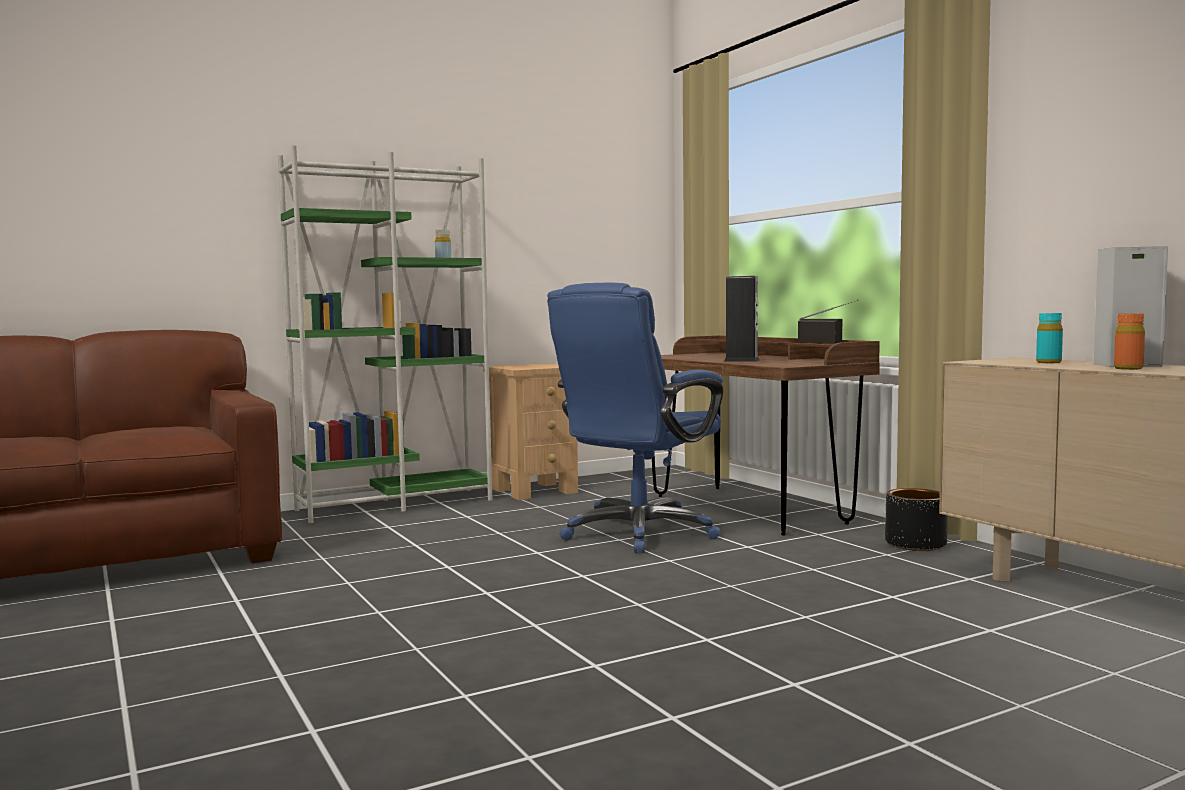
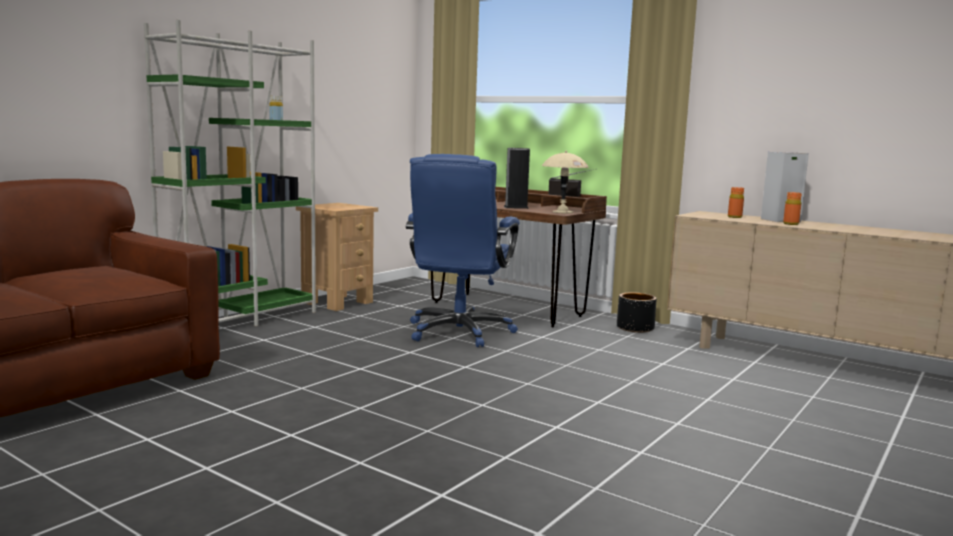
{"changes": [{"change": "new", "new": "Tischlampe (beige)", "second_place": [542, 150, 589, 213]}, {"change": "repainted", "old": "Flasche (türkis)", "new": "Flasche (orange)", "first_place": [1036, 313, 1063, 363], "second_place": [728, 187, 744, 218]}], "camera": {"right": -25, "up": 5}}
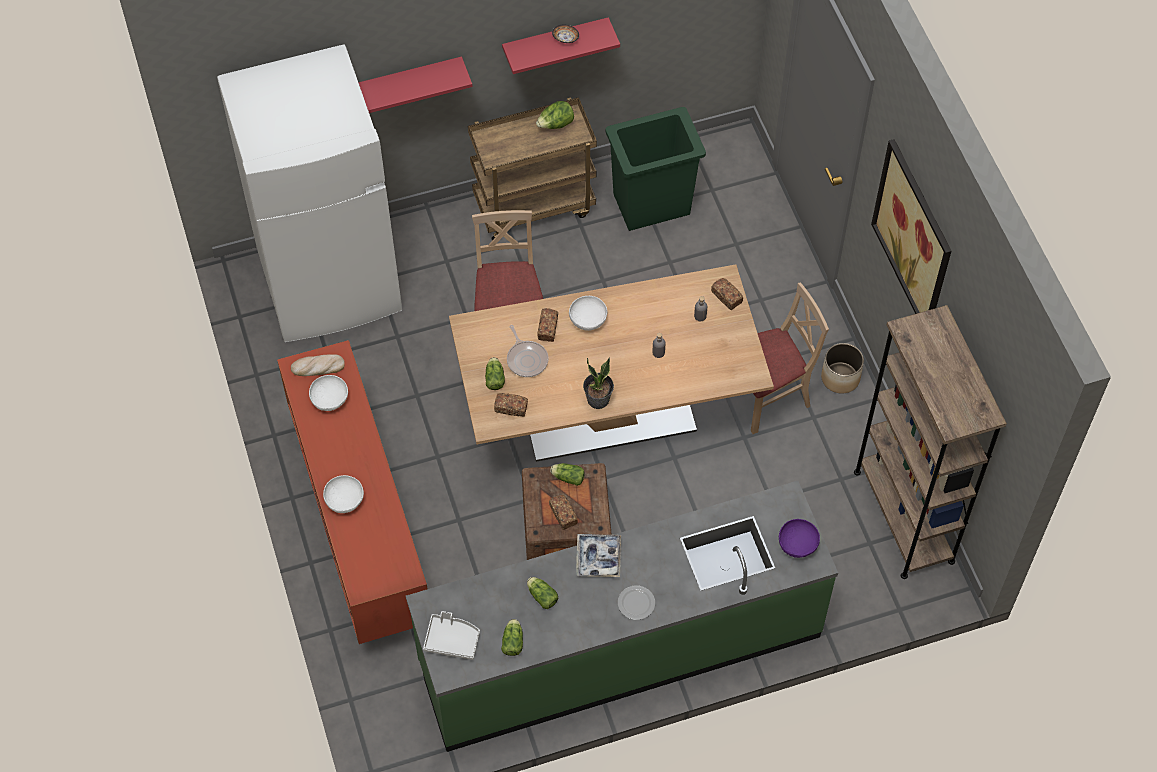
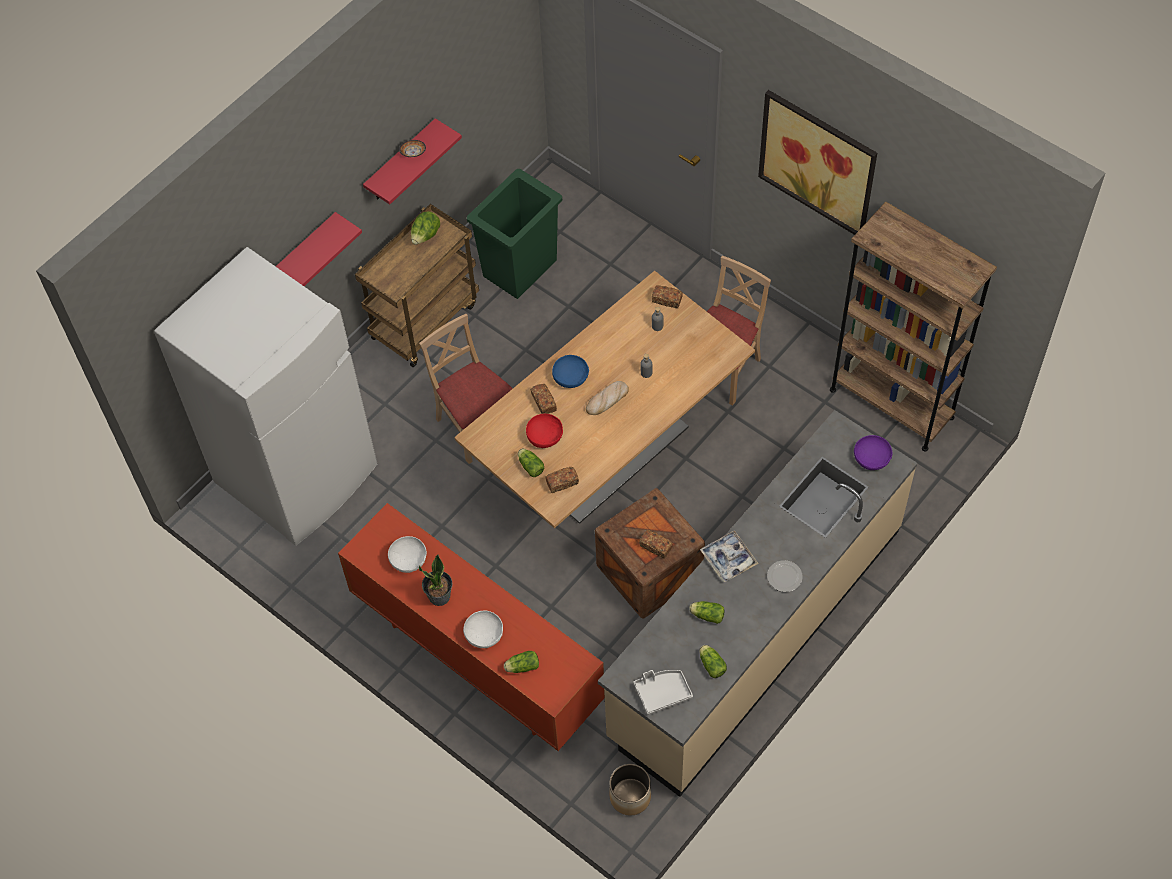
{"changes": [{"change": "shifted", "old": "Brot", "first_place": [291, 354, 345, 376], "second_place": [586, 381, 629, 415]}, {"change": "shifted", "old": "Salatkopf", "first_place": [550, 463, 585, 486], "second_place": [504, 651, 539, 673]}, {"change": "shifted", "old": "Topfpflanze", "first_place": [583, 358, 614, 409], "second_place": [419, 554, 453, 606]}, {"change": "shifted", "old": "Pflanzkübel", "first_place": [821, 343, 864, 394], "second_place": [609, 764, 651, 816]}, {"change": "swapped", "old": "Pfanne", "new": "Schüssel (rot)", "first_place": [507, 325, 549, 377], "second_place": [526, 414, 563, 448]}, {"change": "repainted", "old": "Küchenzeile (grün)", "new": "Küchenzeile (beige)", "first_place": [406, 481, 838, 752], "second_place": [598, 410, 917, 797]}, {"change": "repainted", "old": "Schüssel (weiß)", "new": "Schüssel (blau)", "first_place": [569, 296, 607, 331], "second_place": [552, 355, 589, 388]}], "camera": {"right": -30, "up": 0}}
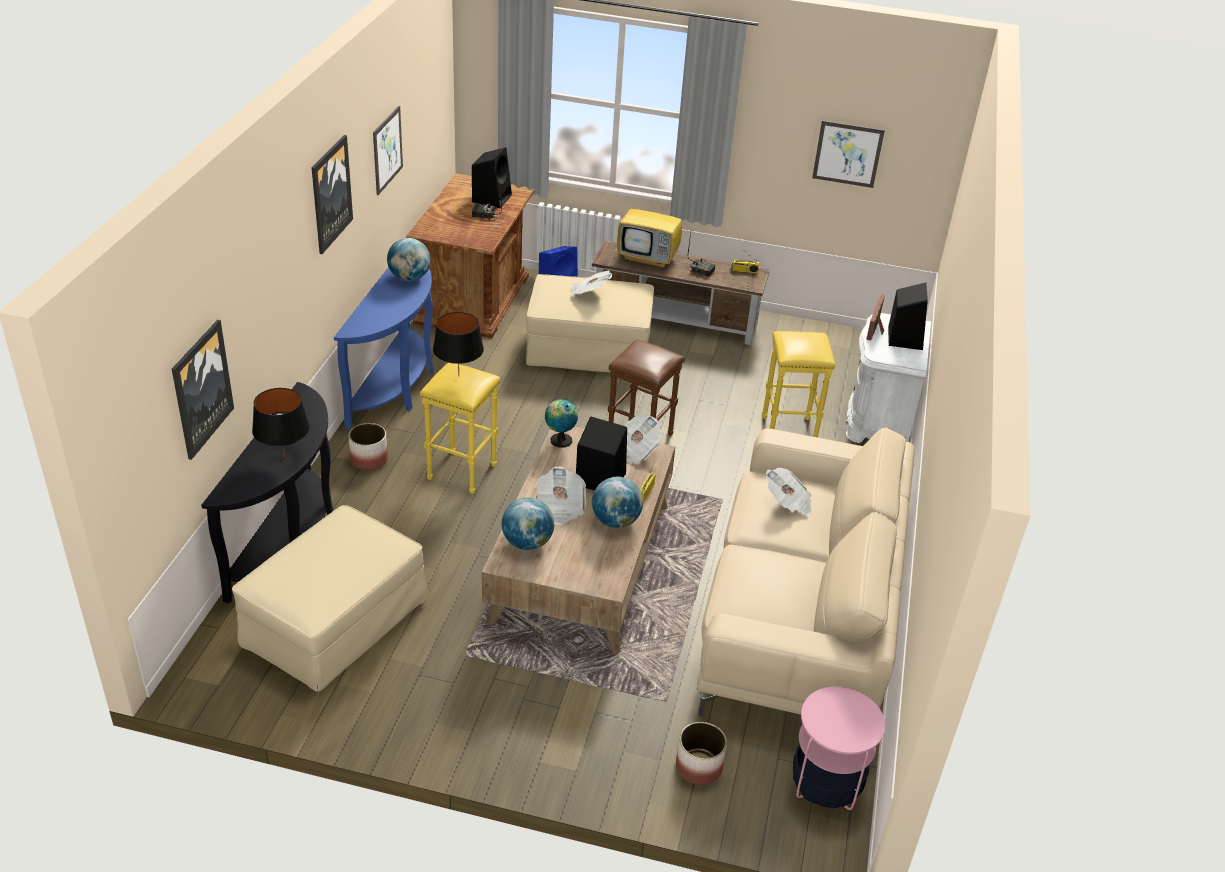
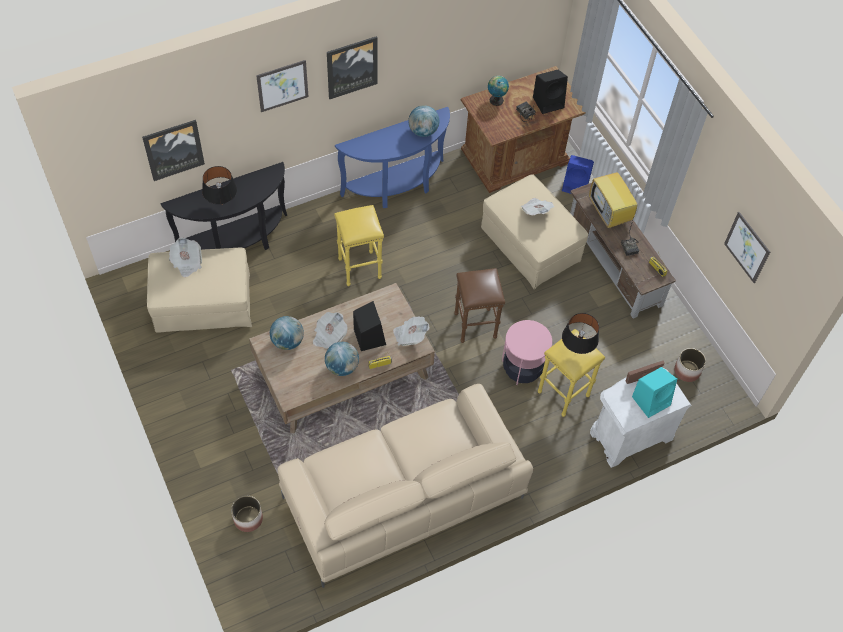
{"changes": [{"change": "shifted", "old": "Pflanzkübel", "first_place": [348, 423, 388, 470], "second_place": [674, 348, 706, 382]}, {"change": "shifted", "old": "Bild", "first_place": [373, 106, 403, 195], "second_place": [256, 60, 308, 112]}, {"change": "shifted", "old": "Tischlampe (schwarz)", "first_place": [433, 312, 484, 377], "second_place": [562, 313, 599, 354]}, {"change": "shifted", "old": "Globus", "first_place": [545, 399, 578, 448], "second_place": [488, 76, 509, 106]}, {"change": "shifted", "old": "Zeitung", "first_place": [766, 468, 812, 516], "second_place": [169, 237, 202, 277]}, {"change": "shifted", "old": "Beistelltisch (rosa)", "first_place": [793, 687, 885, 810], "second_place": [502, 320, 552, 385]}, {"change": "repainted", "old": "Lautsprecher (schwarz)", "new": "Lautsprecher (türkis)", "first_place": [888, 282, 928, 350], "second_place": [632, 367, 677, 418]}], "camera": {"right": 50, "up": 20}}
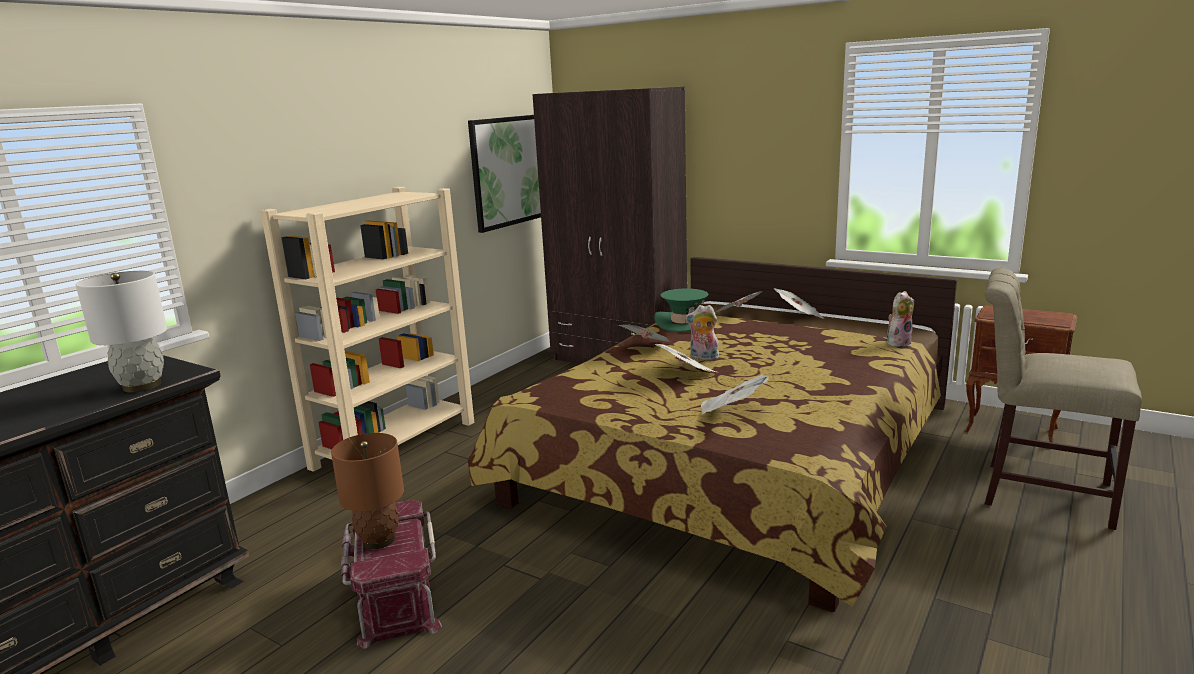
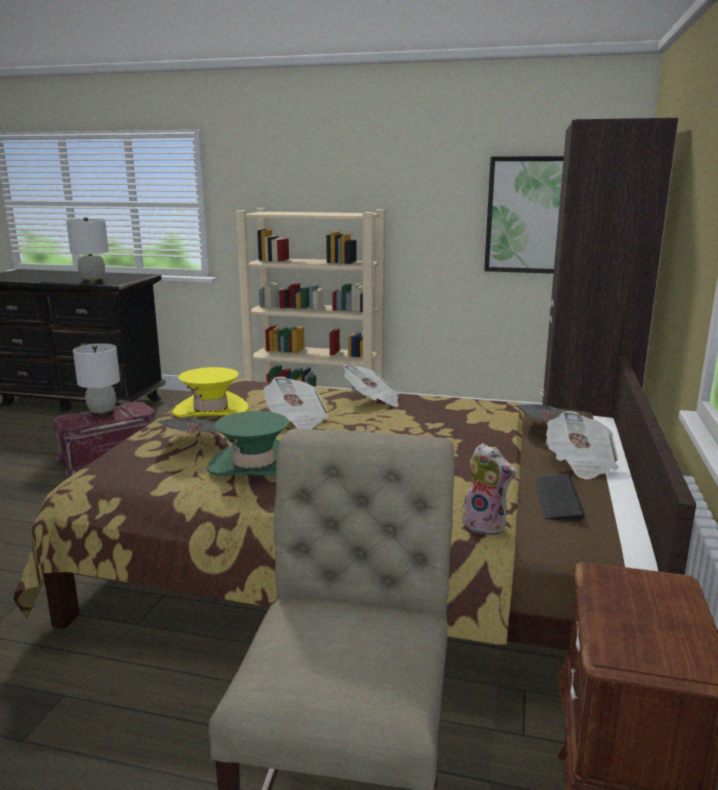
{"changes": [{"change": "gone", "old": "Plüschtier", "first_place": [685, 305, 719, 360]}, {"change": "new", "new": "Hut (gelb)", "second_place": [173, 367, 249, 417]}, {"change": "new", "new": "Tastatur", "second_place": [535, 474, 585, 521]}, {"change": "shifted", "old": "Hut (grün)", "first_place": [654, 289, 708, 332], "second_place": [207, 411, 289, 476]}, {"change": "repainted", "old": "Tischlampe (braun)", "new": "Tischlampe (weiß)", "first_place": [331, 433, 404, 549], "second_place": [73, 343, 120, 417]}], "camera": {"right": 70, "up": 0}}
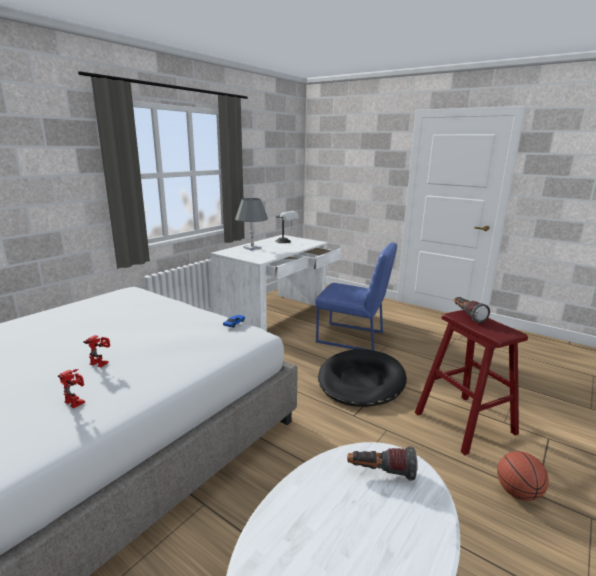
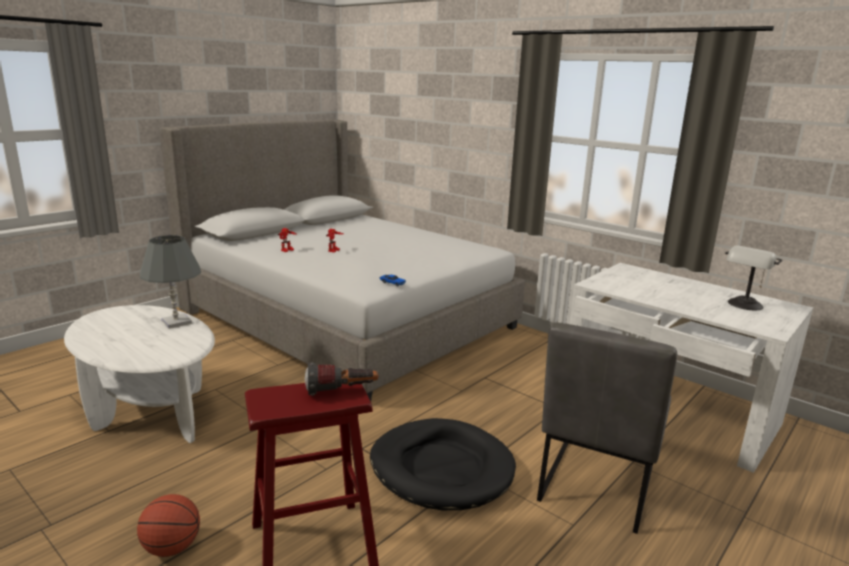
{"changes": [{"change": "gone", "old": "Taschenlampe", "first_place": [347, 446, 418, 481]}, {"change": "shifted", "old": "Tischlampe (grau)", "first_place": [235, 198, 268, 251], "second_place": [140, 235, 201, 329]}, {"change": "repainted", "old": "Stuhl (blau)", "new": "Stuhl (grau)", "first_place": [315, 242, 397, 351], "second_place": [537, 323, 677, 534]}], "camera": {"right": 95, "up": 0}}
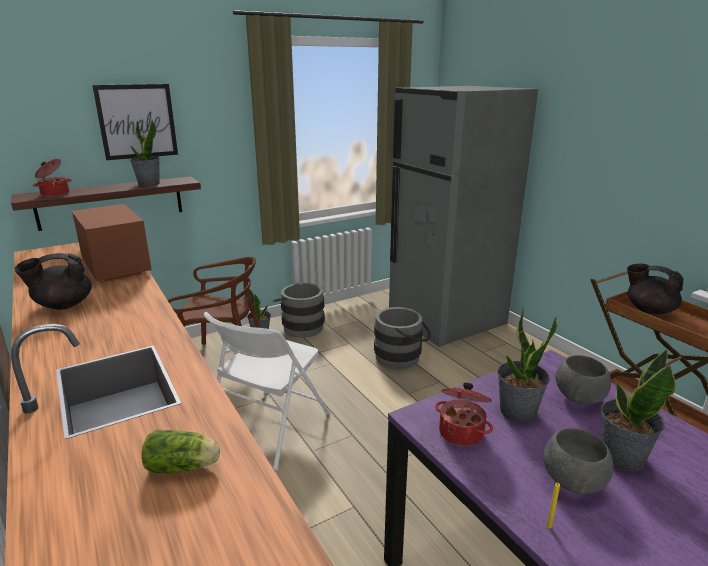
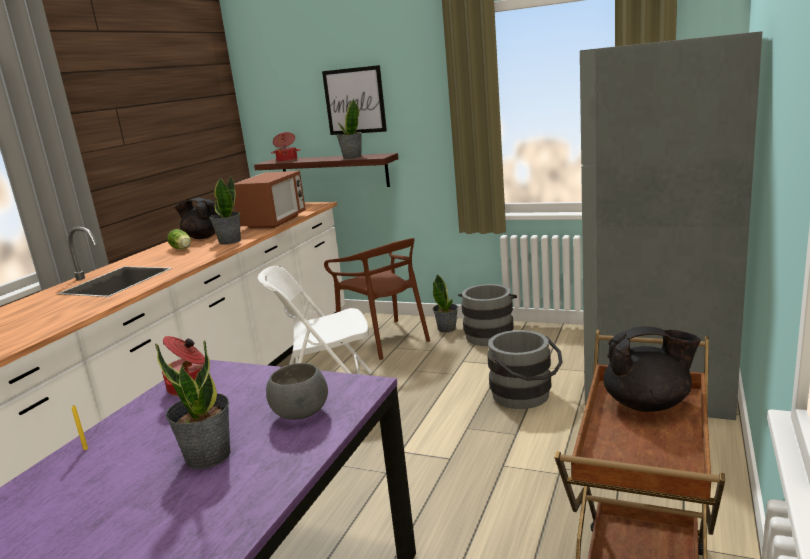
{"changes": [{"change": "gone", "old": "Schüssel (grau)", "first_place": [543, 428, 614, 494]}, {"change": "shifted", "old": "Salatkopf", "first_place": [142, 430, 220, 473], "second_place": [167, 229, 191, 249]}, {"change": "shifted", "old": "Topfpflanze", "first_place": [498, 308, 558, 422], "second_place": [209, 176, 241, 245]}, {"change": "rotated", "old": "Teekanne (schwarz)", "first_place": [627, 264, 684, 315], "second_place": [603, 326, 701, 412], "degrees": 90}], "camera": {"right": 55, "up": -5}}
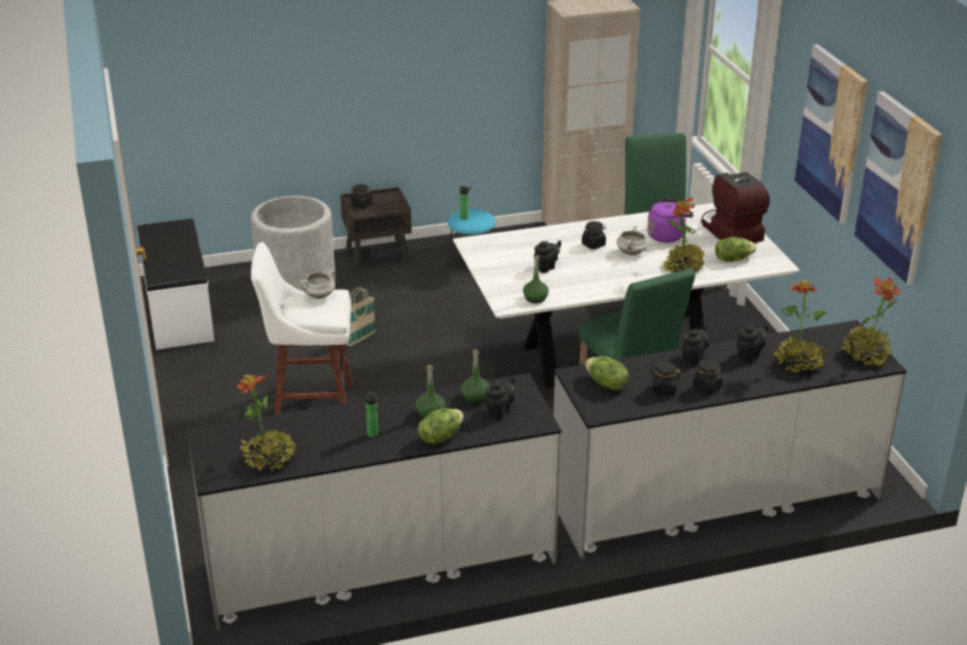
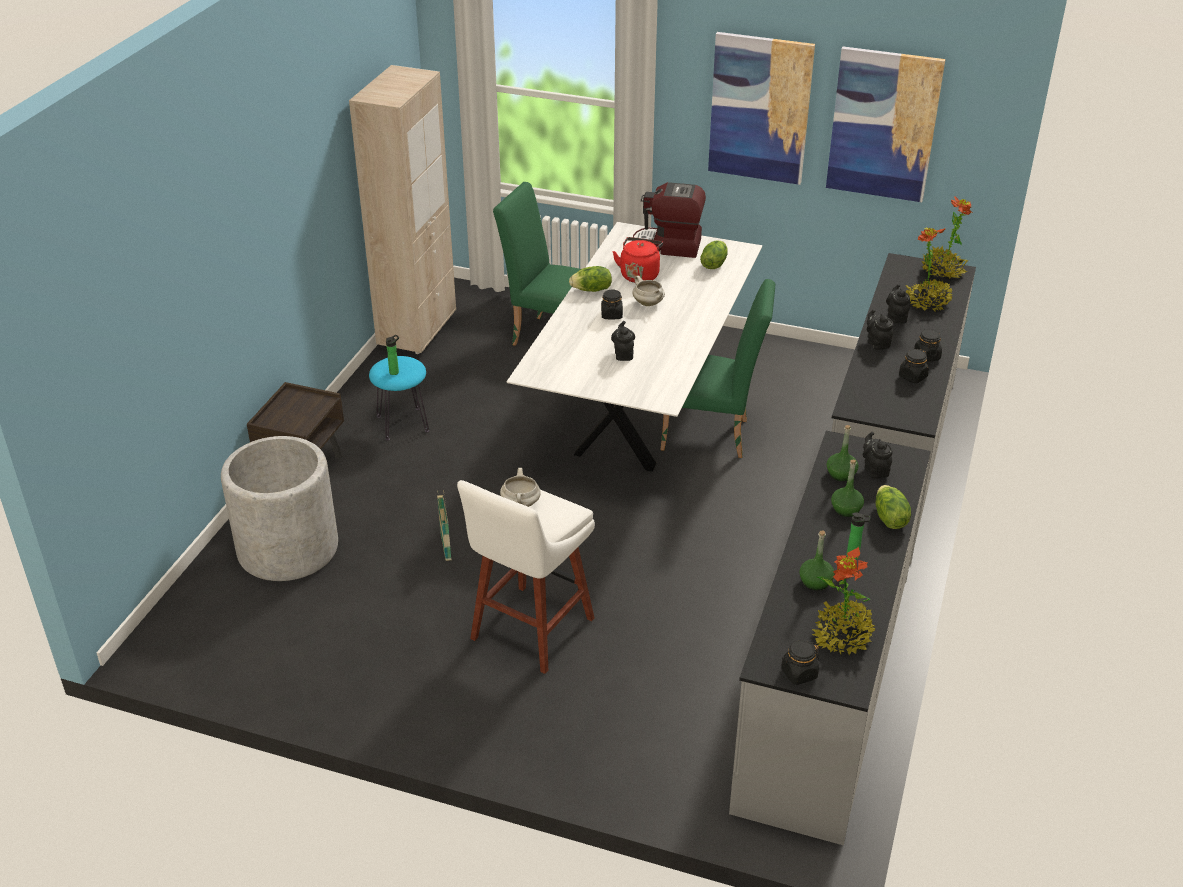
{"changes": [{"change": "gone", "old": "Bank (weiß)", "first_place": [137, 219, 215, 350]}, {"change": "gone", "old": "Topfpflanze", "first_place": [662, 196, 705, 275]}, {"change": "shifted", "old": "Vorratsglas (schwarz)", "first_place": [351, 184, 372, 209], "second_place": [781, 640, 820, 685]}, {"change": "shifted", "old": "Flasche (grün)", "first_place": [523, 255, 549, 303], "second_place": [799, 530, 834, 591]}, {"change": "shifted", "old": "Salatkopf", "first_place": [585, 356, 629, 390], "second_place": [569, 266, 612, 292]}, {"change": "repainted", "old": "Wasserkessel (lila)", "new": "Wasserkessel (rot)", "first_place": [647, 199, 693, 243], "second_place": [613, 237, 663, 283]}], "camera": {"right": -55, "up": 5}}
